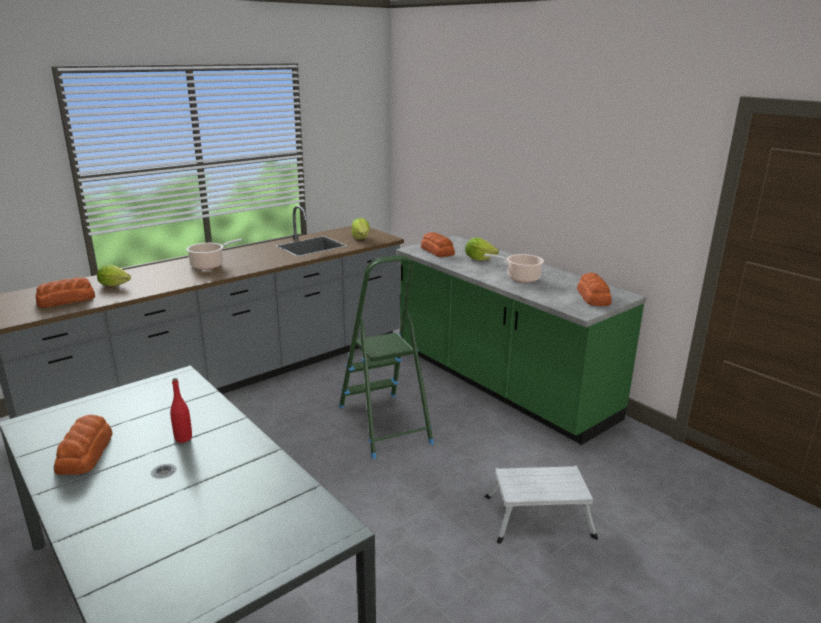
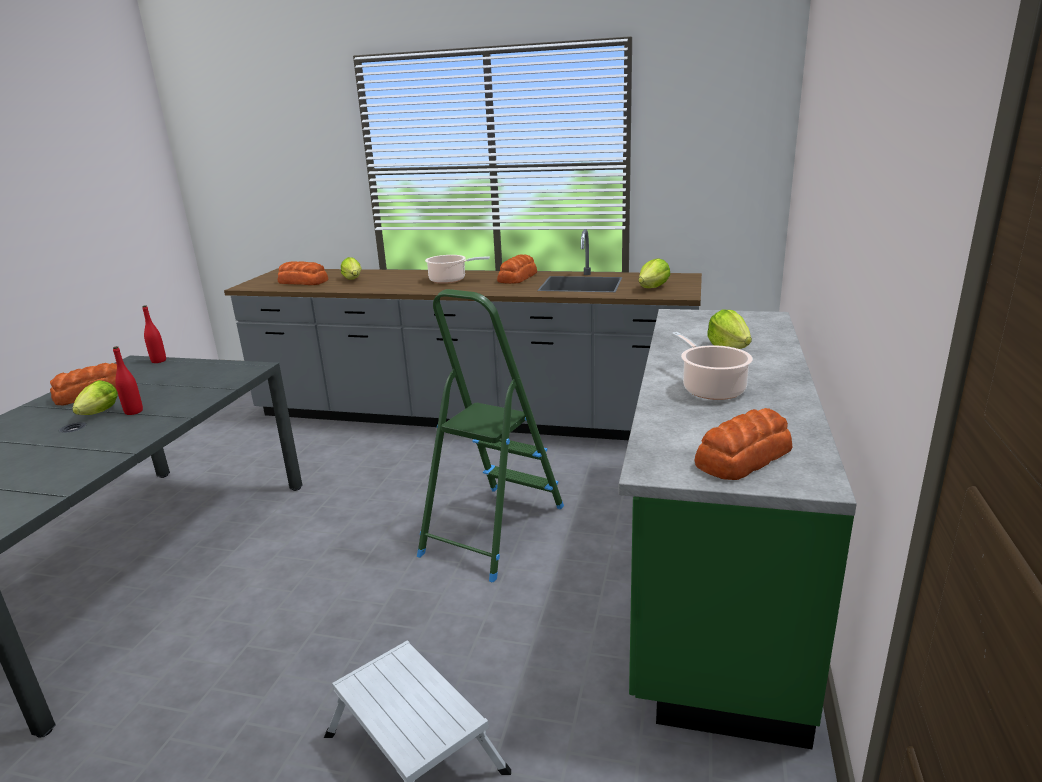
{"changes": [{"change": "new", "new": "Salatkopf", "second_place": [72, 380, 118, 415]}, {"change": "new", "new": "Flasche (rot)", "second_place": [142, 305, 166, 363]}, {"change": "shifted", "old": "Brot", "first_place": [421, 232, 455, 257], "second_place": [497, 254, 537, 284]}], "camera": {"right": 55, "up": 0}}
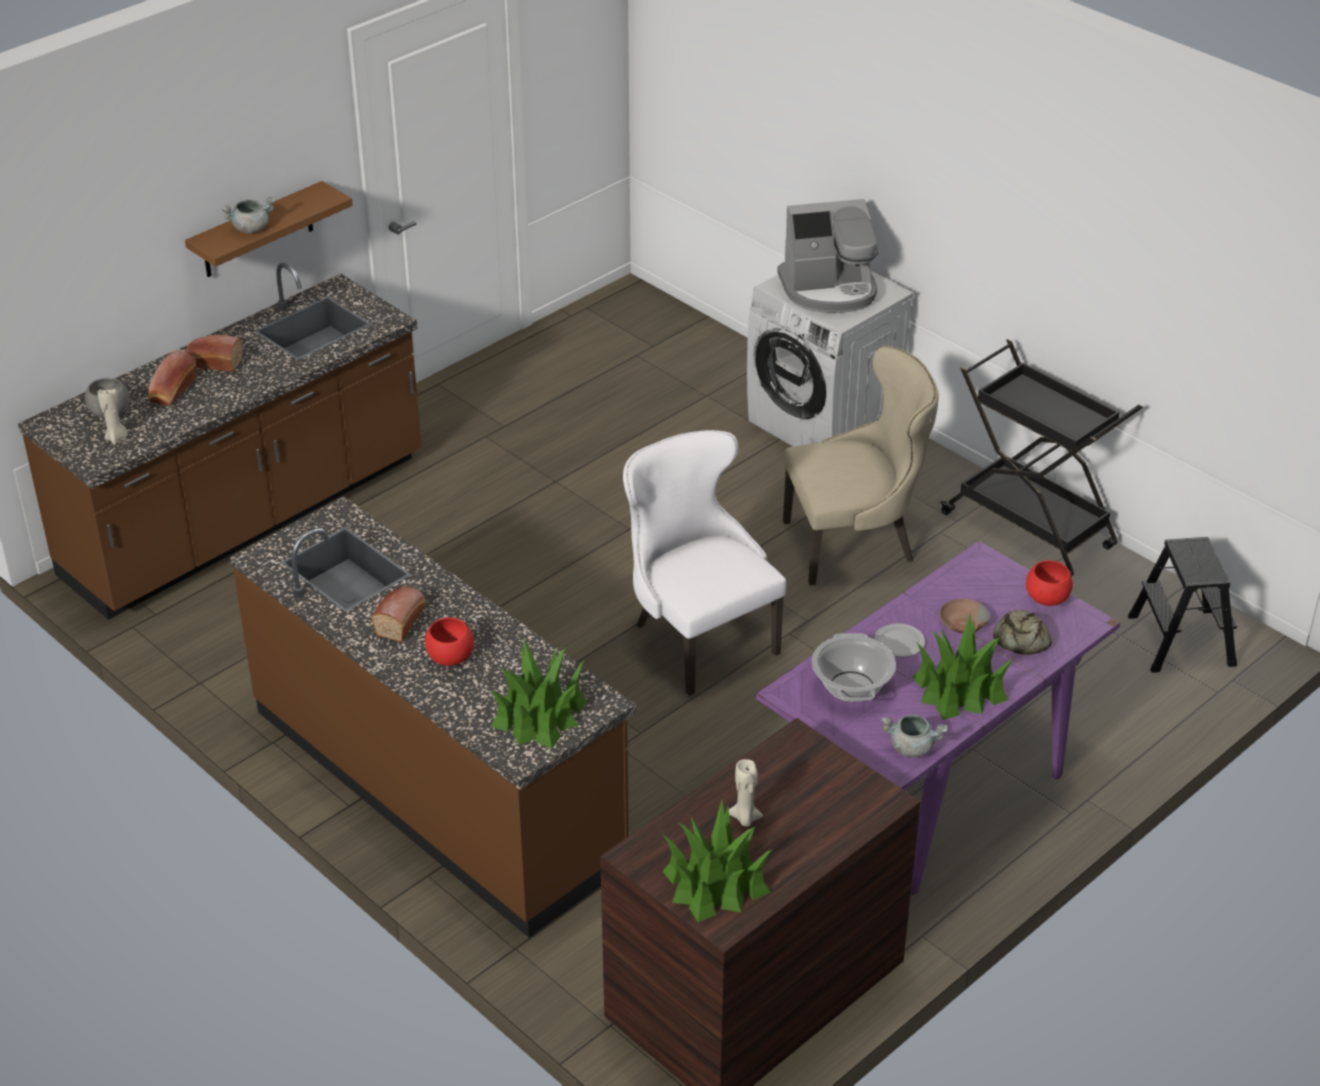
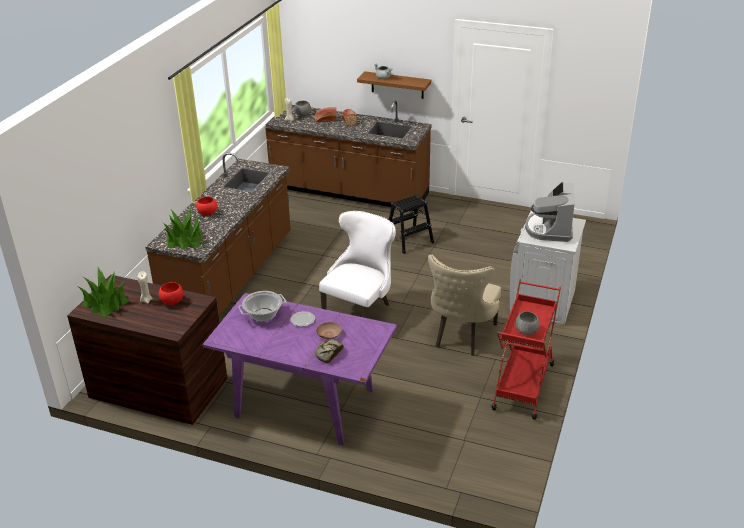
{"changes": [{"change": "gone", "old": "Brot", "first_place": [372, 587, 426, 642]}, {"change": "gone", "old": "Kochtopf (grau)", "first_place": [881, 715, 948, 757]}, {"change": "gone", "old": "Topfpflanze", "first_place": [912, 613, 1014, 720]}, {"change": "new", "new": "Schüssel (grau)", "second_place": [515, 311, 540, 335]}, {"change": "shifted", "old": "Schüssel (rot)", "first_place": [1026, 560, 1073, 606], "second_place": [159, 282, 183, 305]}, {"change": "shifted", "old": "Trittleiter (schwarz)", "first_place": [1128, 537, 1237, 673], "second_place": [389, 195, 434, 254]}, {"change": "repainted", "old": "Rollwagen (schwarz)", "new": "Rollwagen (rot)", "first_place": [939, 339, 1144, 576], "second_place": [491, 279, 561, 420]}, {"change": "rotated", "old": "Kaffeemaschine", "first_place": [777, 199, 878, 313], "second_place": [525, 182, 574, 242], "degrees": 45}, {"change": "rotated", "old": "Stuhl (beige)", "first_place": [783, 346, 939, 585], "second_place": [428, 254, 501, 356], "degrees": 60}], "camera": {"right": 65, "up": -5}}
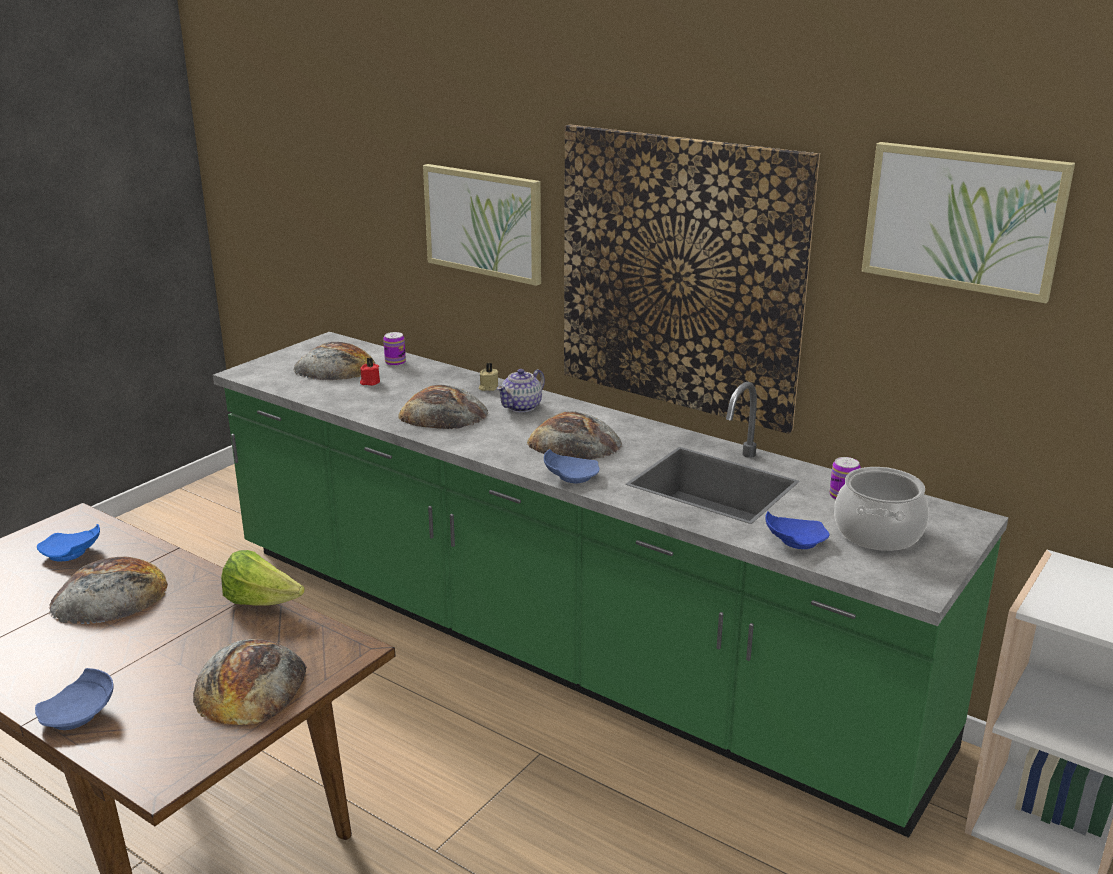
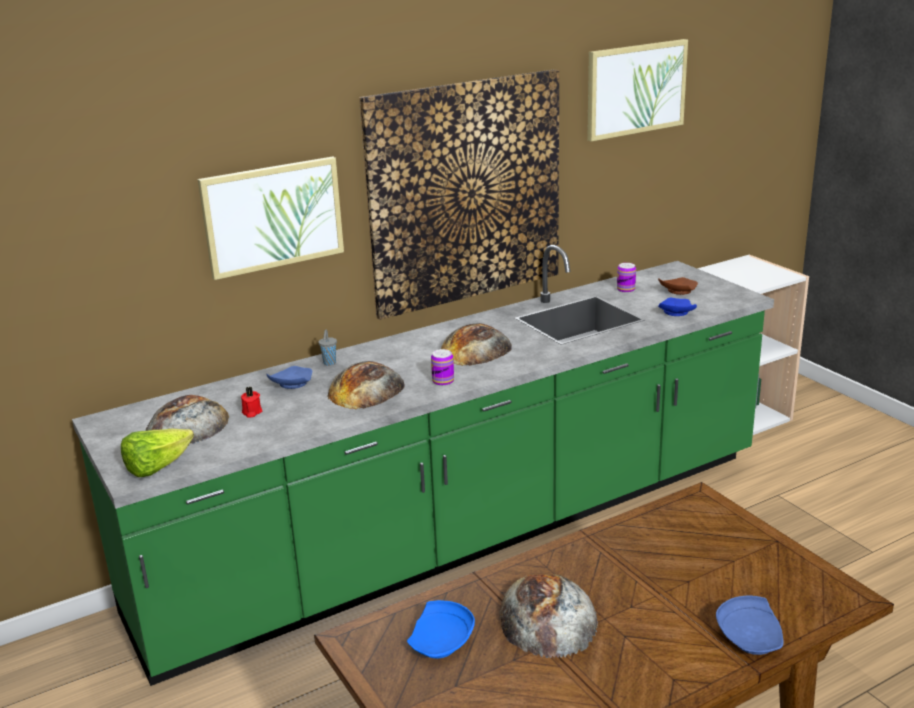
{"changes": [{"change": "gone", "old": "Brot", "first_place": [193, 639, 307, 725]}, {"change": "gone", "old": "Teekanne", "first_place": [497, 369, 545, 413]}, {"change": "shifted", "old": "Salatkopf", "first_place": [221, 550, 305, 606], "second_place": [121, 429, 194, 477]}, {"change": "shifted", "old": "Dose", "first_place": [383, 332, 406, 366], "second_place": [431, 349, 454, 386]}, {"change": "shifted", "old": "Teller (blau)", "first_place": [544, 449, 600, 483], "second_place": [266, 366, 313, 389]}, {"change": "swapped", "old": "Kerze (beige)", "new": "Tasse (grau)", "first_place": [479, 363, 498, 391], "second_place": [318, 329, 337, 365]}, {"change": "swapped", "old": "Kochtopf", "new": "Teller (braun)", "first_place": [834, 467, 929, 551], "second_place": [658, 277, 698, 295]}], "camera": {"right": -65, "up": 0}}
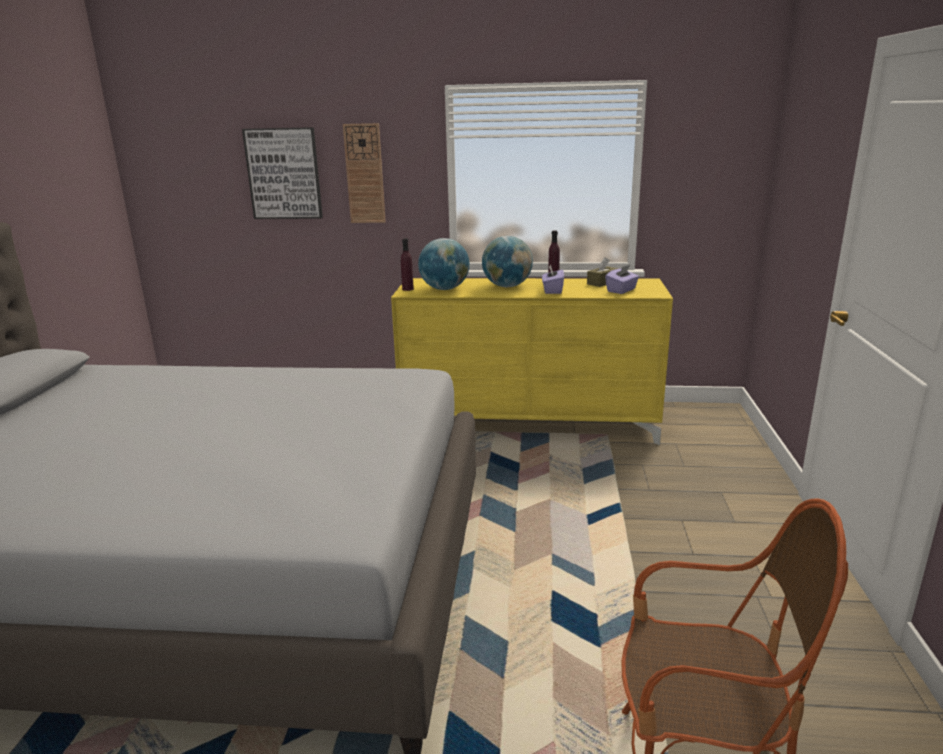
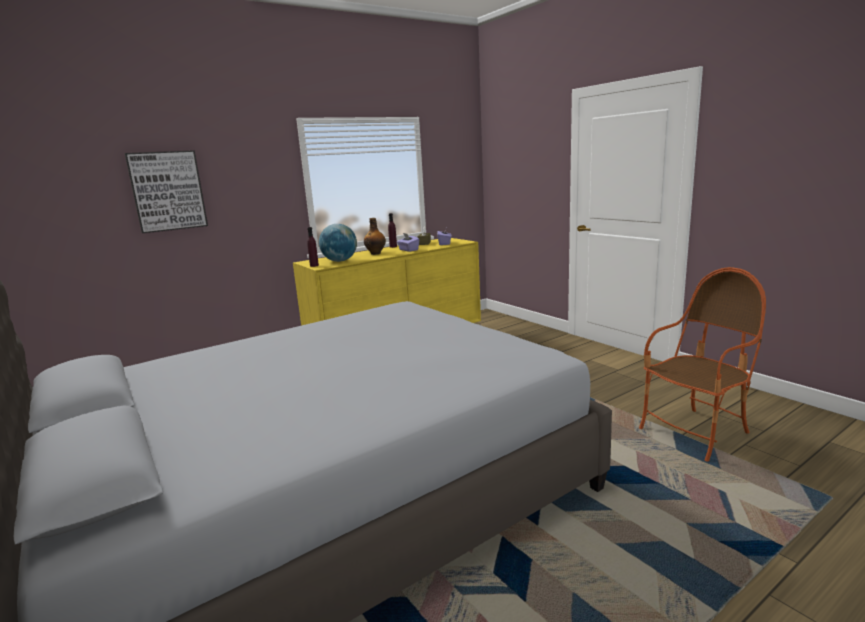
{"changes": [{"change": "gone", "old": "Wanduhr", "first_place": [343, 123, 386, 223]}, {"change": "swapped", "old": "Globus", "new": "Flasche", "first_place": [482, 236, 533, 287], "second_place": [364, 218, 386, 255]}], "camera": {"right": -40, "up": -5}}
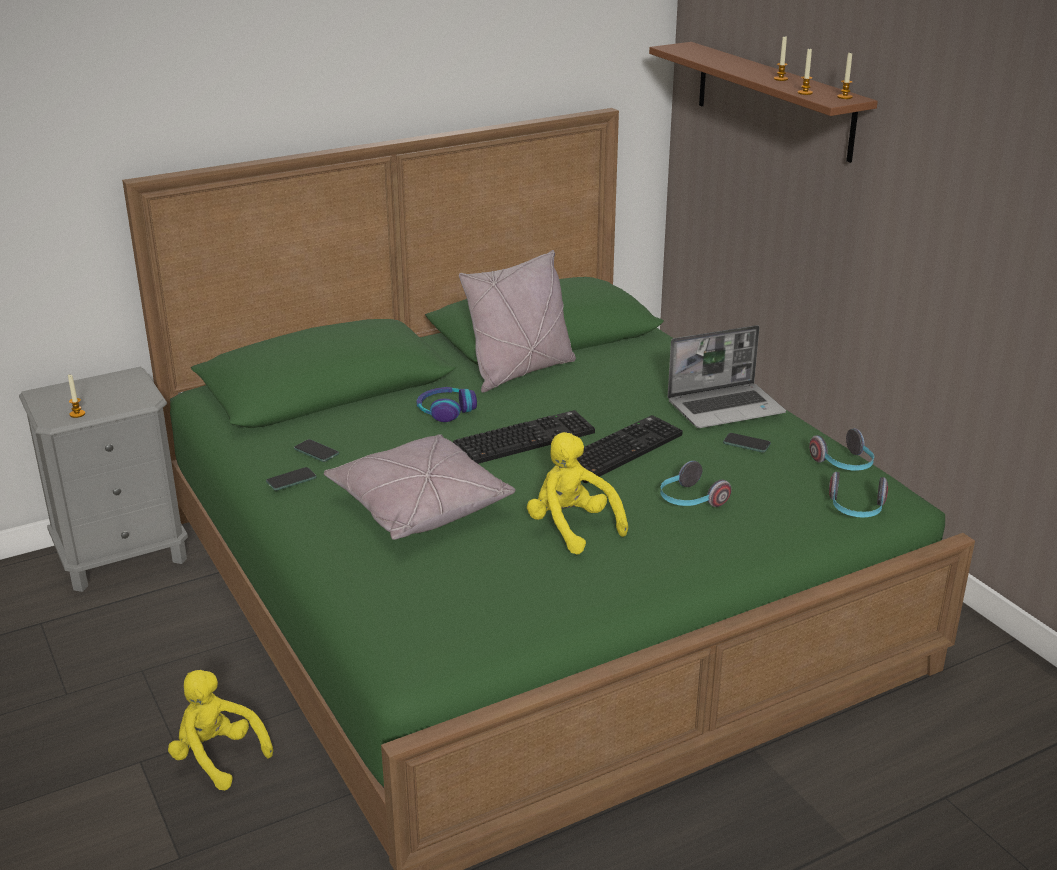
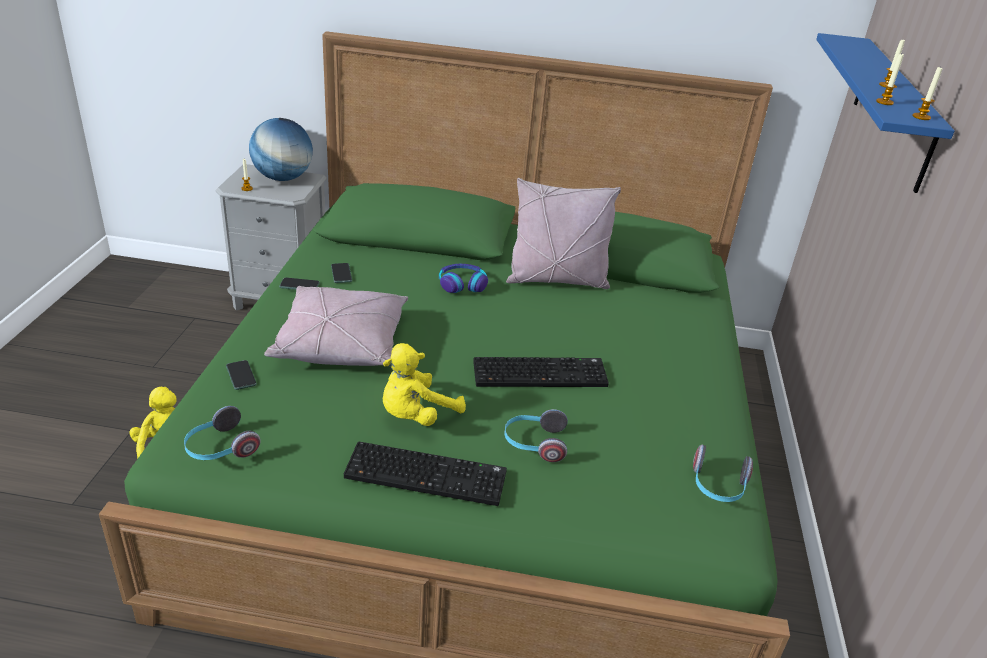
{"changes": [{"change": "gone", "old": "Laptop", "first_place": [668, 325, 786, 428]}, {"change": "new", "new": "Globus", "second_place": [249, 118, 313, 181]}, {"change": "shifted", "old": "Tastatur", "first_place": [453, 410, 595, 464], "second_place": [344, 442, 507, 506]}, {"change": "shifted", "old": "Handy", "first_place": [723, 433, 771, 452], "second_place": [226, 360, 257, 390]}, {"change": "shifted", "old": "Kopfhörer", "first_place": [829, 472, 888, 517], "second_place": [184, 406, 261, 460]}, {"change": "repainted", "old": "Wandregal (braun)", "new": "Wandregal (blau)", "first_place": [649, 42, 878, 163], "second_place": [816, 33, 955, 193]}, {"change": "rotated", "old": "Plüschtier (gelb)", "first_place": [527, 432, 628, 555], "second_place": [383, 343, 466, 426], "degrees": -135}], "camera": {"right": 35, "up": 5}}
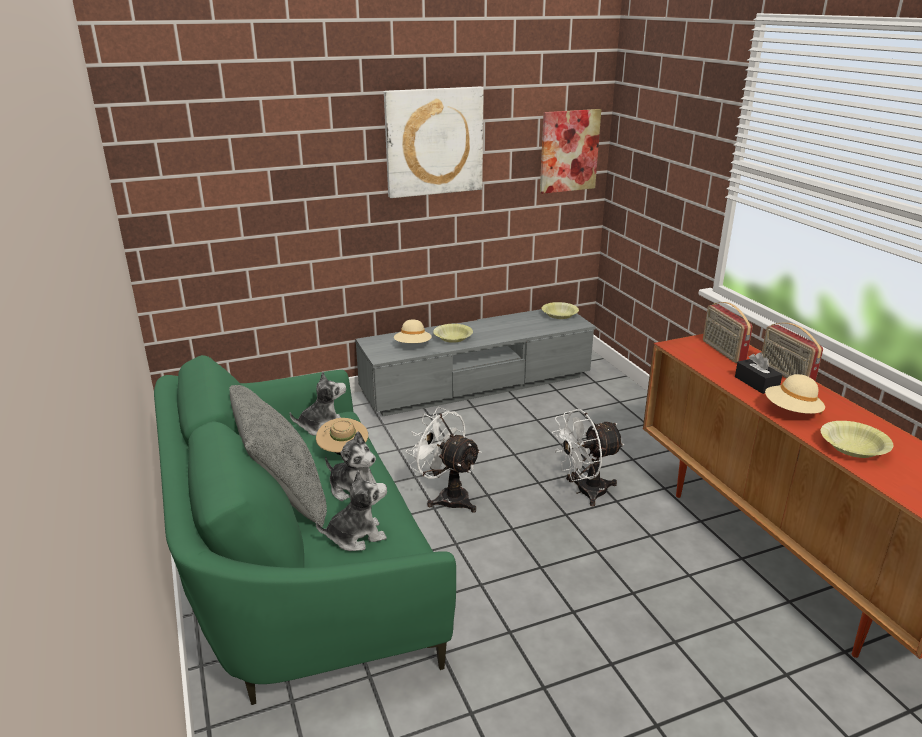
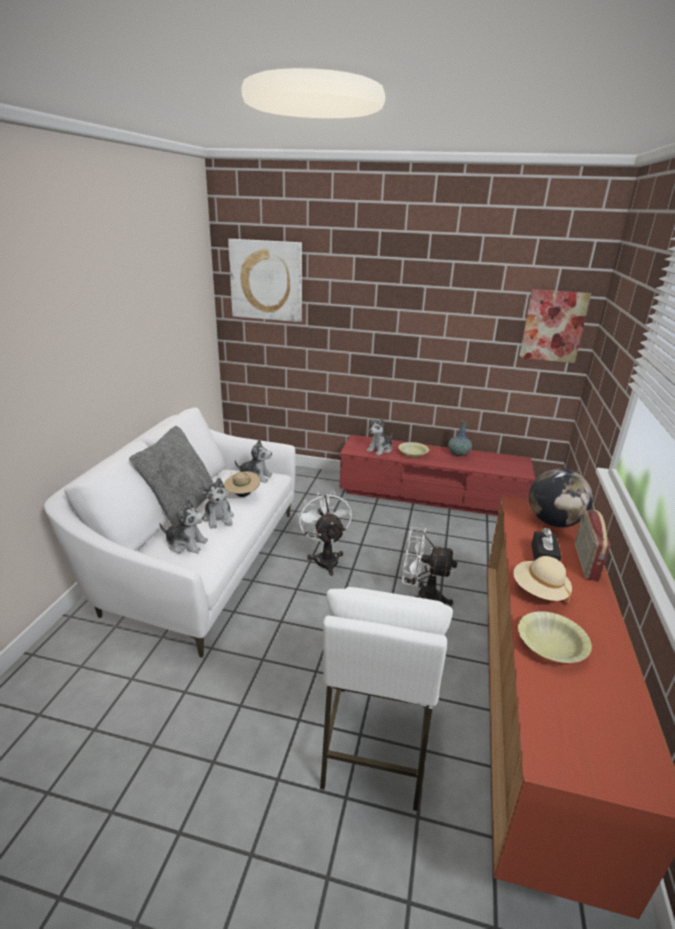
{"changes": [{"change": "gone", "old": "Schüssel (gelb)", "first_place": [542, 302, 579, 319]}, {"change": "new", "new": "Hocker (weiß)", "second_place": [320, 587, 453, 811]}, {"change": "new", "new": "Vase", "second_place": [448, 420, 472, 457]}, {"change": "shifted", "old": "Bild", "first_place": [384, 87, 484, 198], "second_place": [228, 239, 302, 322]}, {"change": "swapped", "old": "Hut (beige)", "new": "Plüschtier", "first_place": [394, 319, 432, 343], "second_place": [366, 418, 392, 456]}, {"change": "swapped", "old": "Radio", "new": "Globus", "first_place": [703, 302, 753, 363], "second_place": [529, 468, 593, 527]}, {"change": "repainted", "old": "Sofa (grün)", "new": "Sofa (weiß)", "first_place": [154, 355, 456, 705], "second_place": [44, 408, 296, 657]}, {"change": "repainted", "old": "Fernsehschrank (grau)", "new": "Fernsehschrank (rot)", "first_place": [355, 309, 596, 416], "second_place": [340, 435, 535, 516]}], "camera": {"right": 35, "up": 0}}
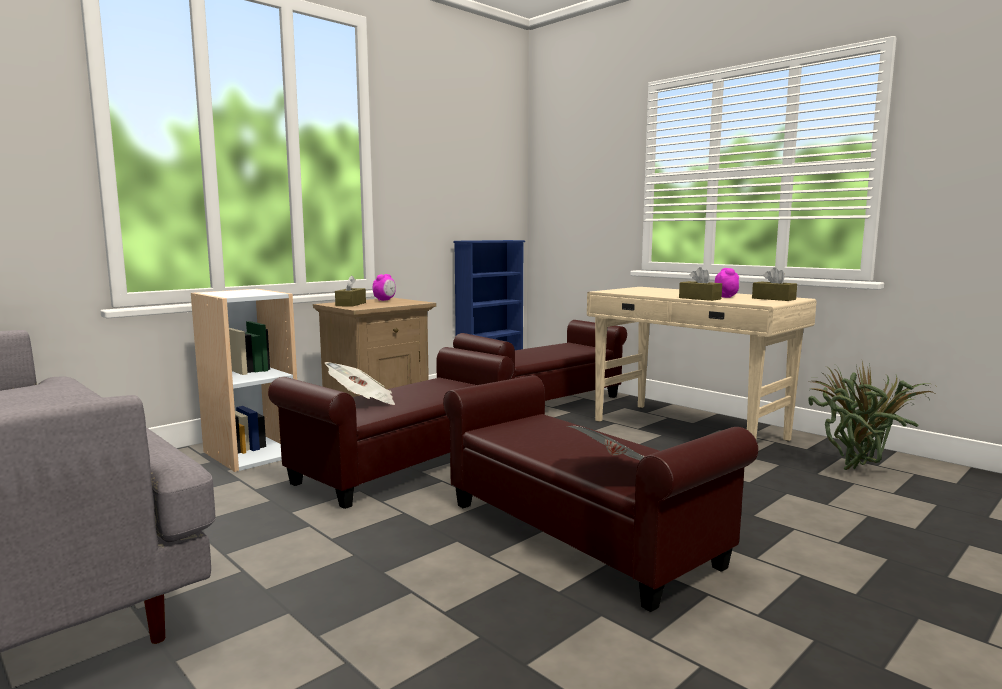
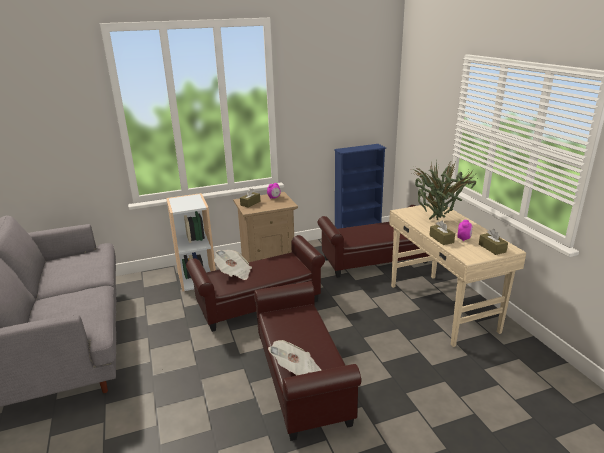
{"changes": [{"change": "shifted", "old": "Topfpflanze", "first_place": [808, 361, 937, 470], "second_place": [410, 160, 477, 220]}], "camera": {"right": 25, "up": 15}}
